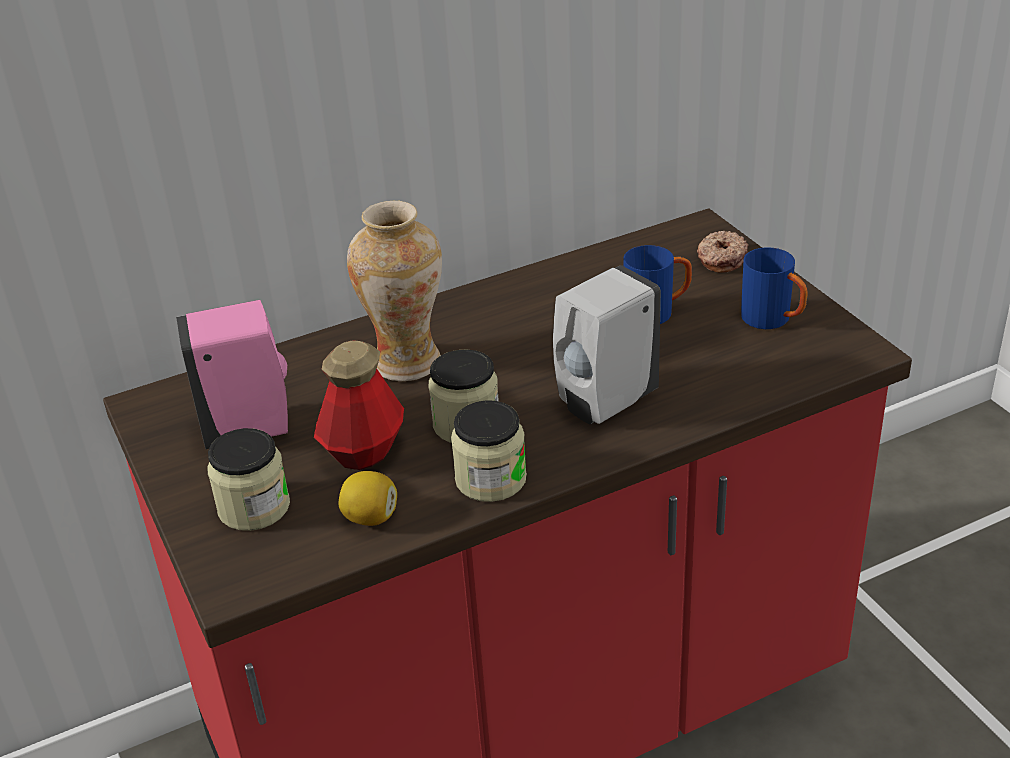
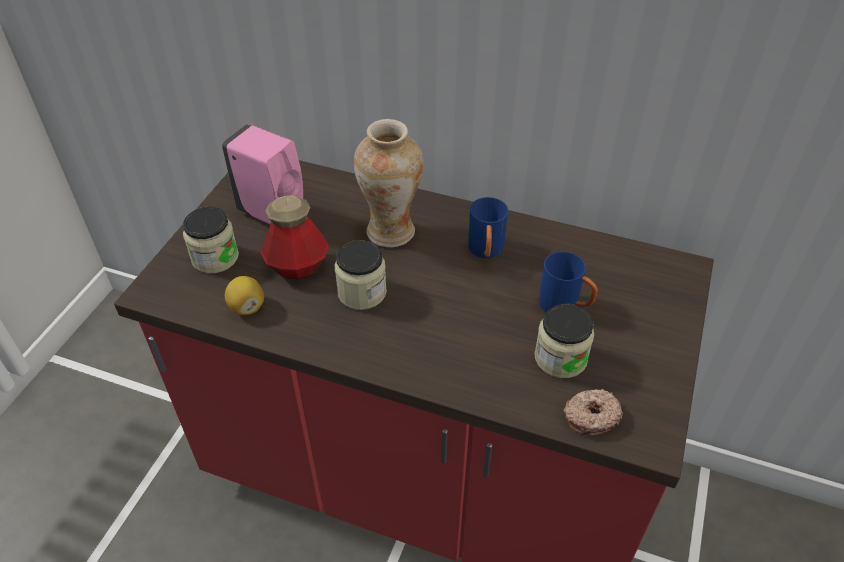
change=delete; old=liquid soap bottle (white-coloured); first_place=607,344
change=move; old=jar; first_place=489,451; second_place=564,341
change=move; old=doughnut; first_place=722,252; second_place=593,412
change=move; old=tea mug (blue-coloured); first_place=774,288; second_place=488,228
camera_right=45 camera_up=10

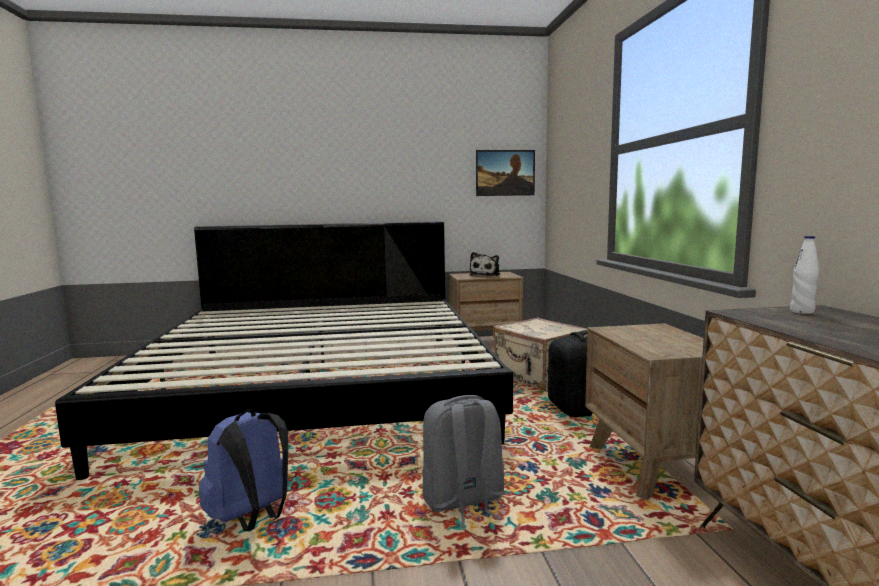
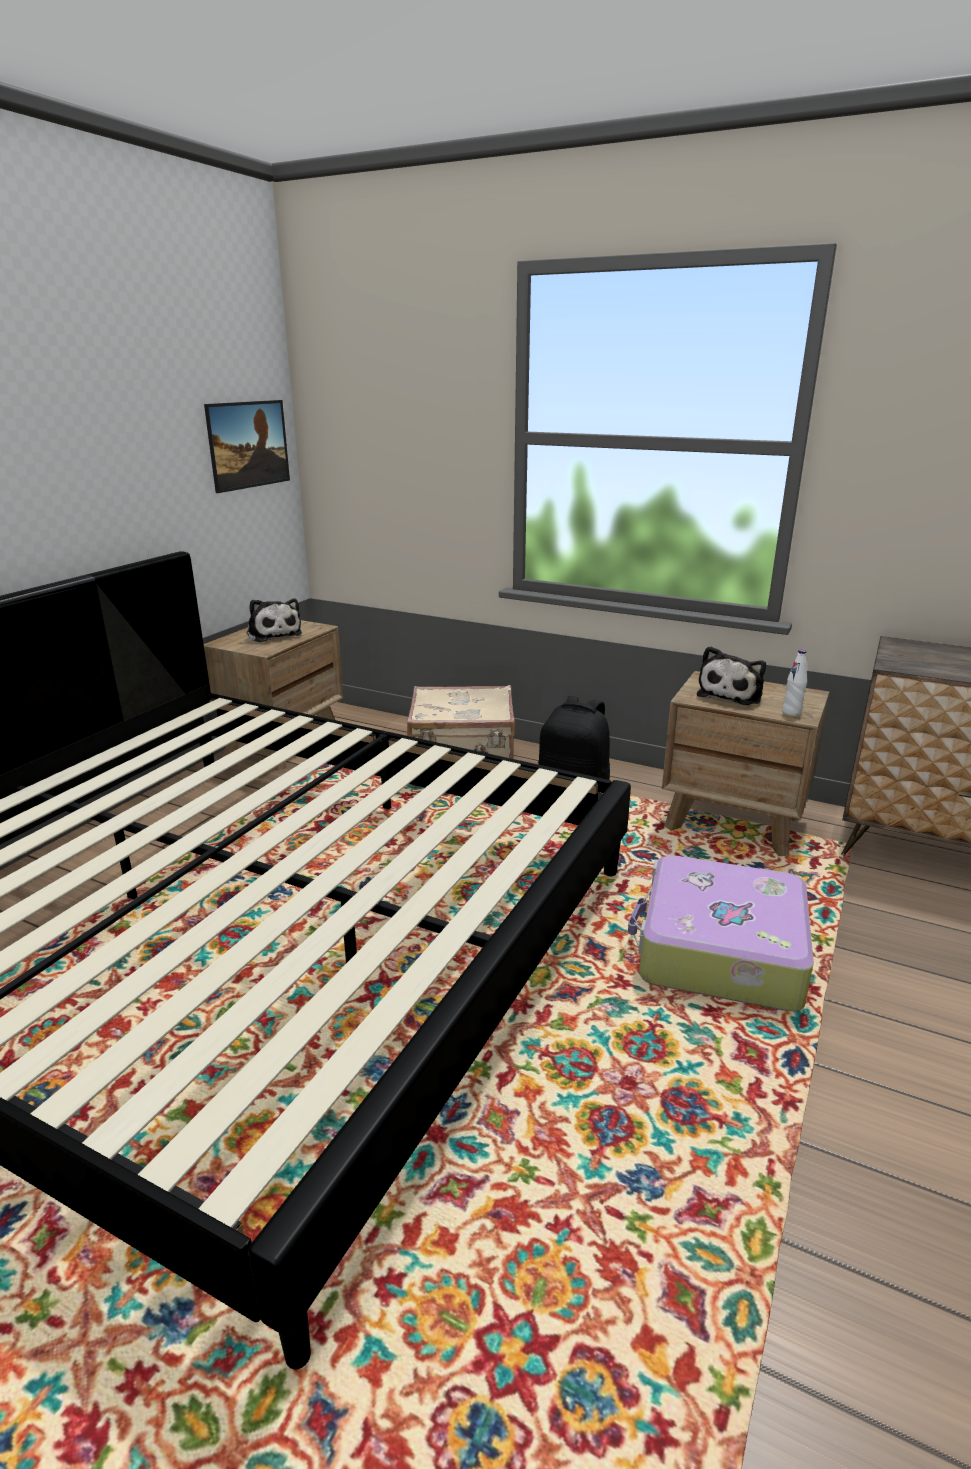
change=delete; old=rucksack (blue-coloured); first_place=244,470
change=insert; new=soft toy; second_place=731,675
change=move; old=beverage bottle (white-coloured); first_place=804,275; second_place=794,683
change=replace; old=rucksack (gray); new=suitcase; first_place=463,461; second_place=721,933
camera_right=-55 camera_up=15

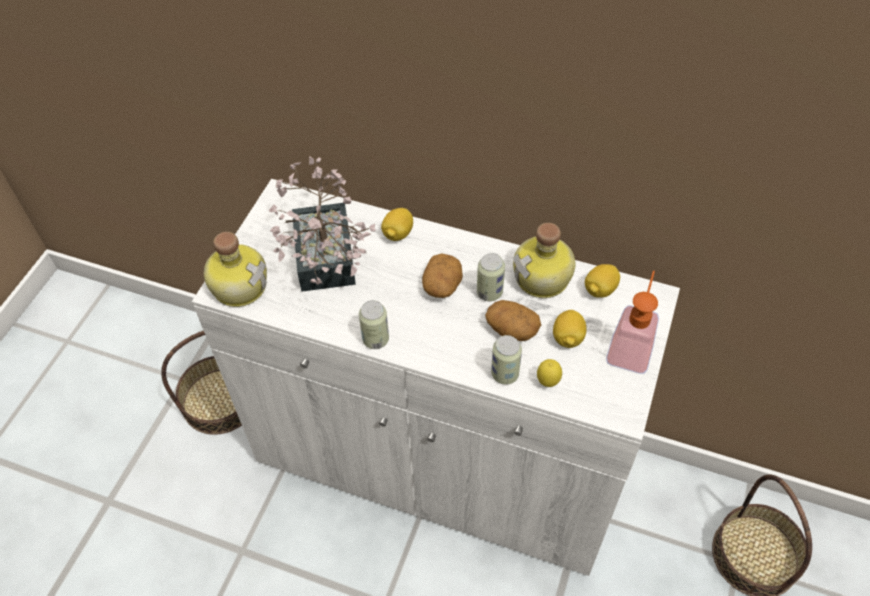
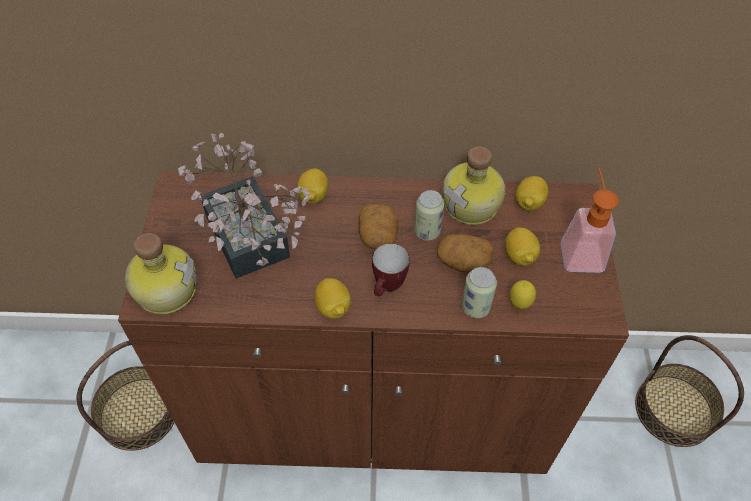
change=insert; new=tea mug; second_place=391,270
change=replace; old=can; new=citrus fruit; first_place=374,324; second_place=332,298
change=recolor; old=storage cabinet (white-coloured); new=storage cabinet (brownish); first_place=436,377; second_place=373,323
camera_right=-20 camera_up=0

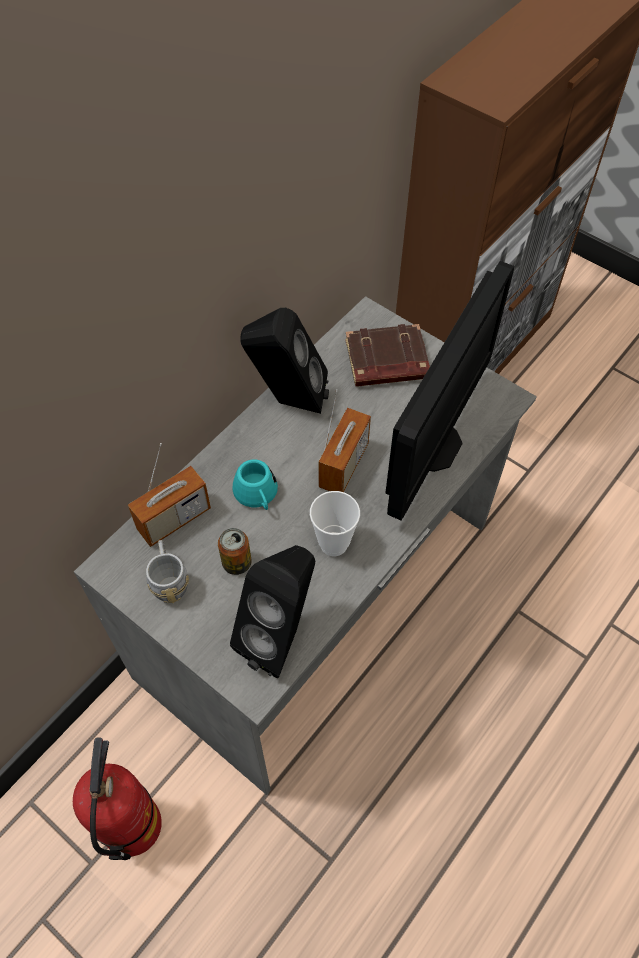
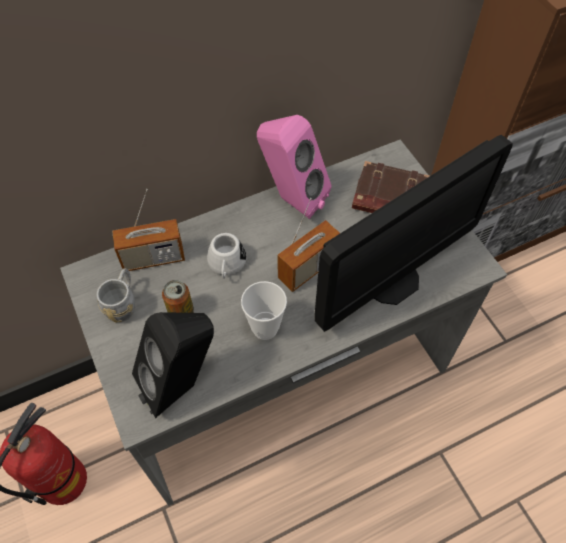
change=recolor; old=tea mug (turquoise); new=tea mug (white-coloured); first_place=255,484; second_place=227,256
change=recolor; old=speaker (black); new=speaker (pink); first_place=284,361; second_place=294,167
camera_right=25 camera_up=0

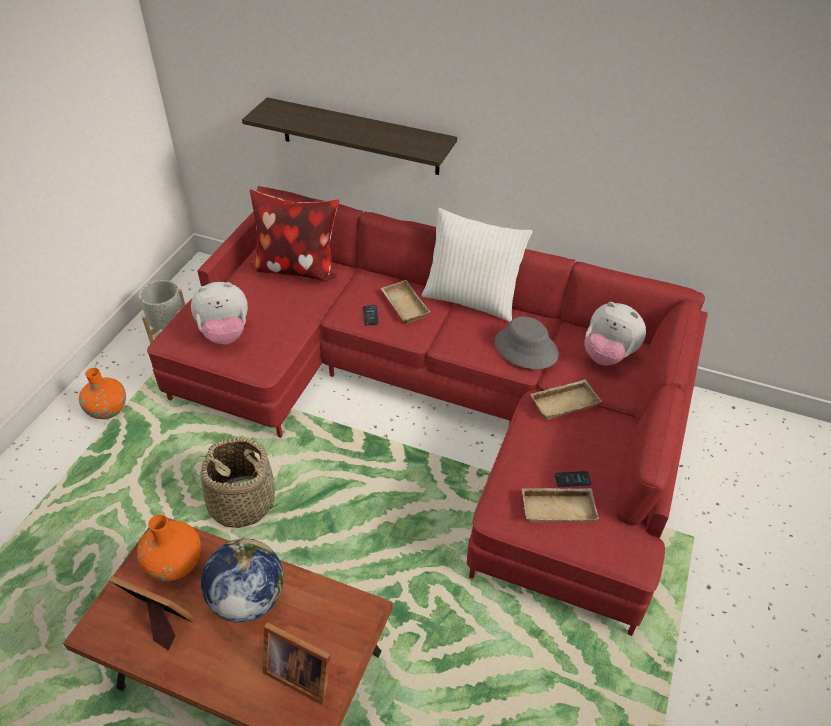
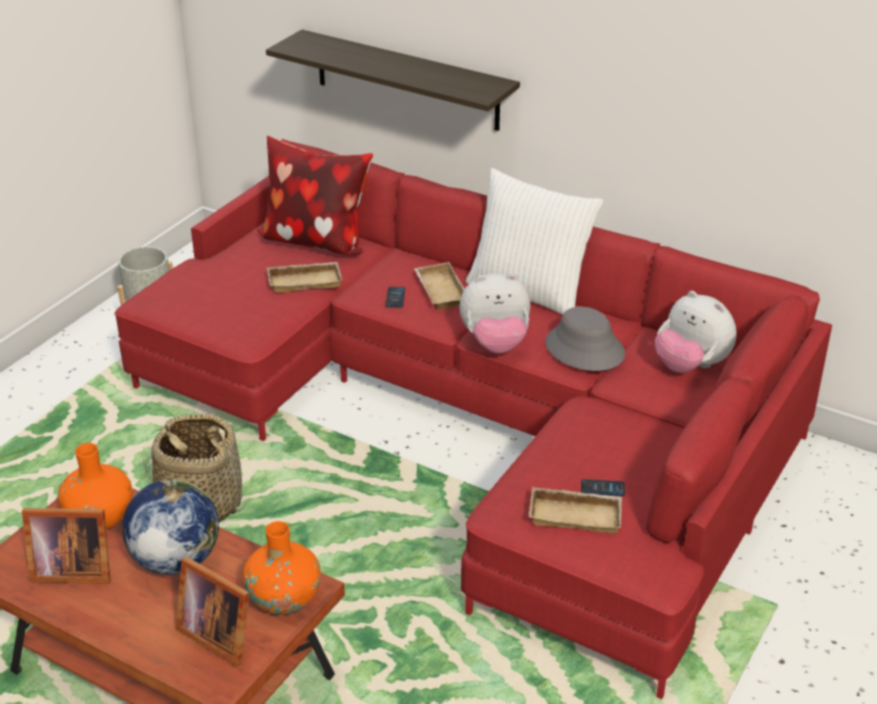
change=move; old=flower vase (orangey); first_place=102,393; second_place=282,568
change=move; old=soft toy; first_place=219,313; second_place=495,313
change=move; old=serving tray (beige); first_place=566,400; second_place=305,277
change=rotate; old=standing frame; first_place=152,612; second_place=66,546; degrees=150
camera_right=10 camera_up=-10

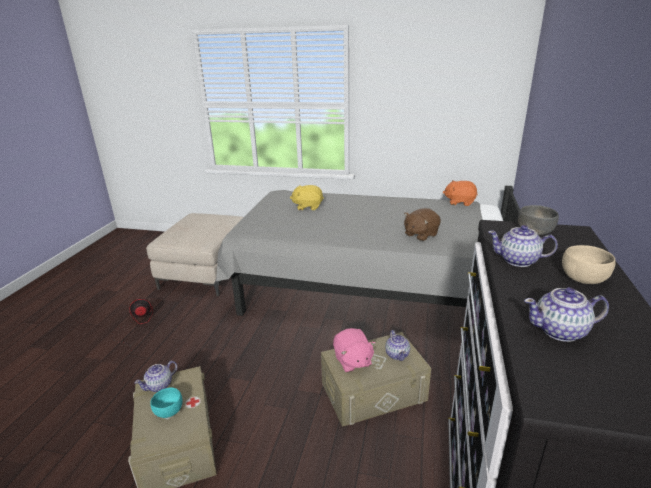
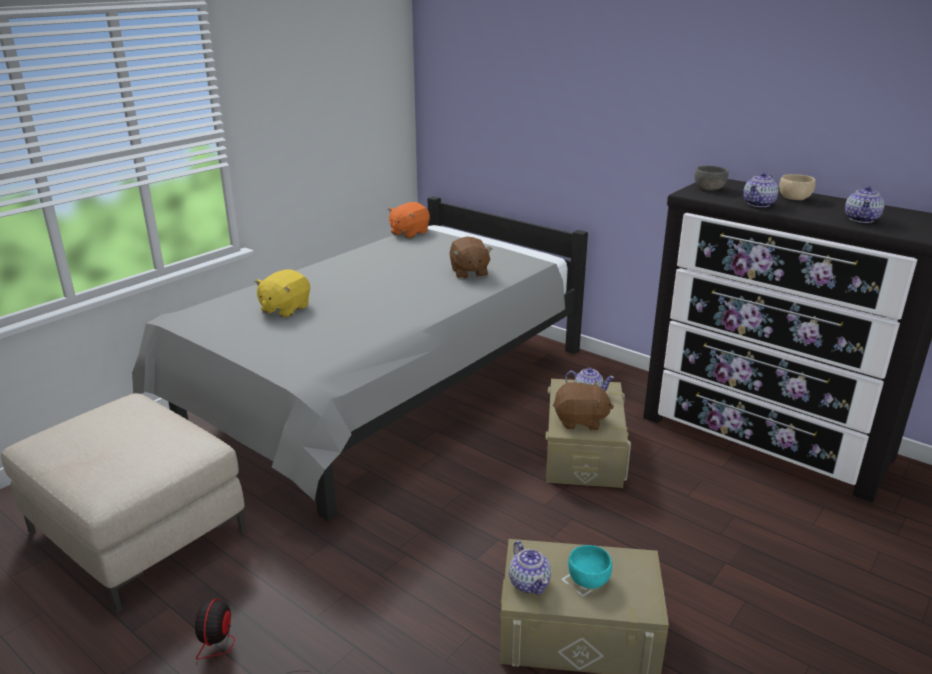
change=recolor; old=soft toy (pink); new=soft toy (brownish); first_place=354,350; second_place=583,405
camera_right=-65 camera_up=0

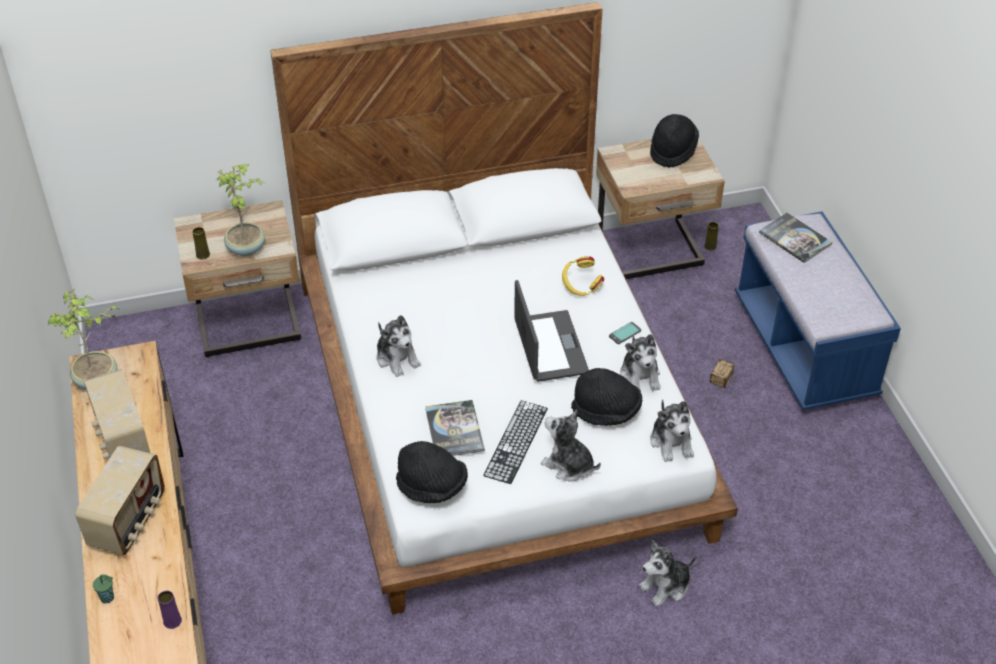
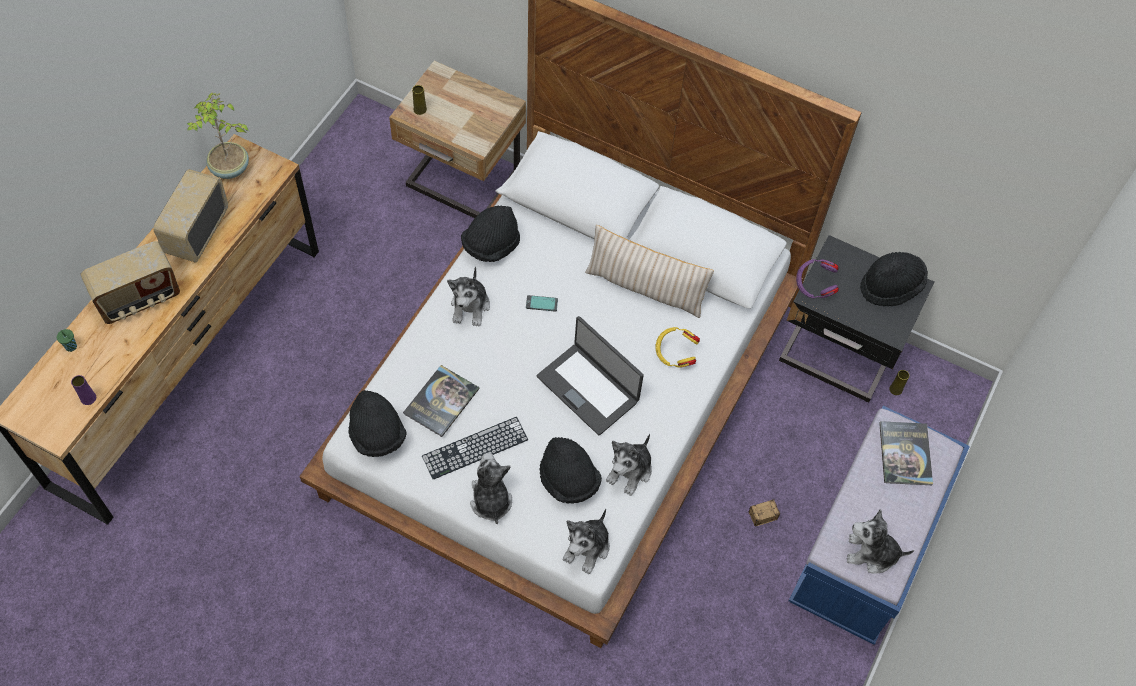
change=delete; old=houseplant; first_place=240,210
change=insert; new=clothing hat (black); second_place=490,234
change=insert; new=throw pillow (beige); second_place=649,271
change=insert; new=headset (purple-coloured); second_place=817,278
change=move; old=telephone; first_place=625,333; second_place=542,303
change=move; old=soft toy; first_place=667,573; second_place=880,541
change=recolor; old=nightstand (beige); new=nightstand (black); first_place=660,208; second_place=856,318
change=rotate; old=laptop; first_place=551,331; second_place=590,375; degrees=105
camera_right=40 camera_up=15

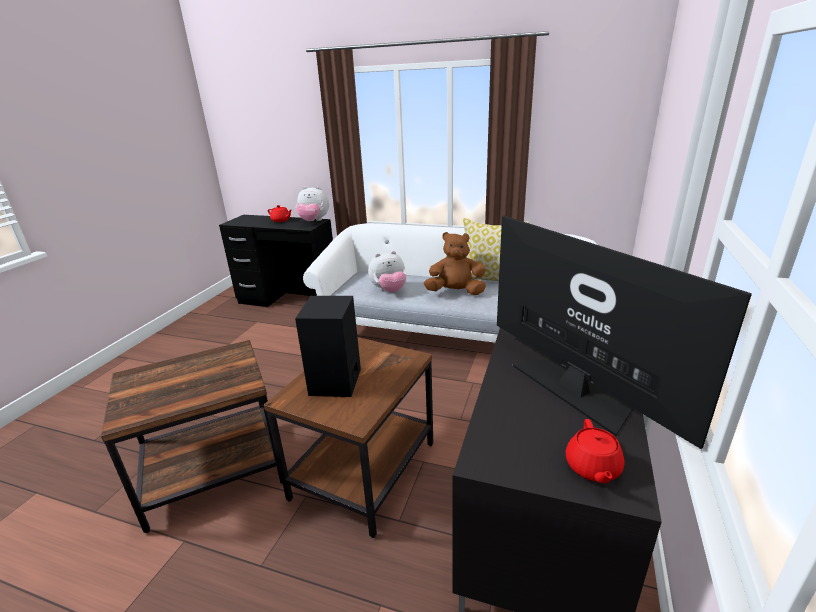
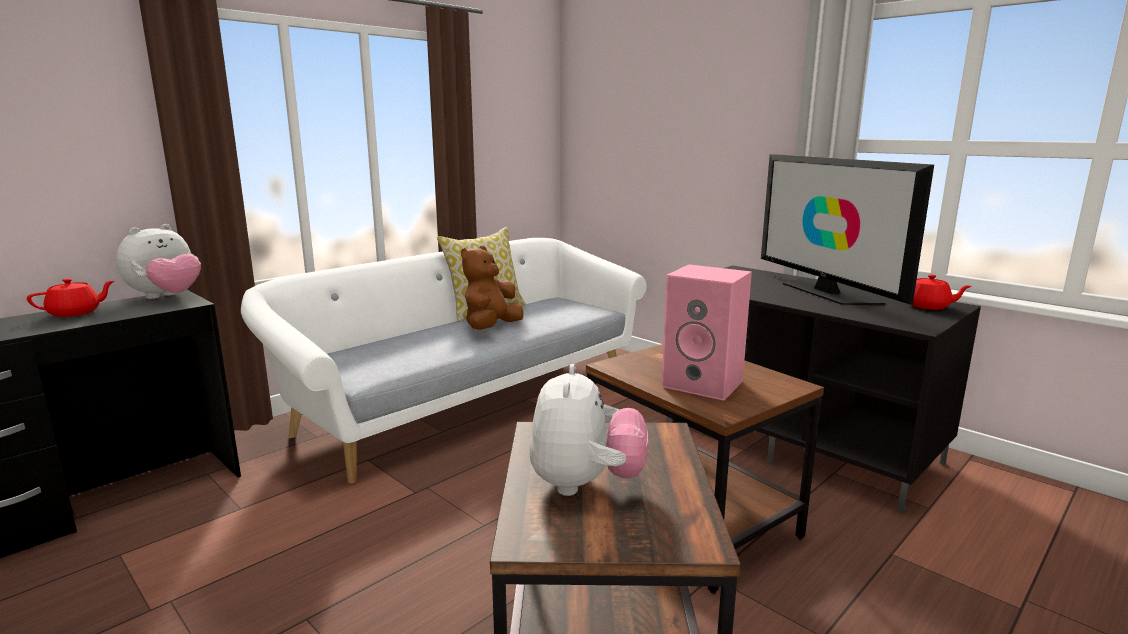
change=move; old=soft toy; first_place=387,272; second_place=588,430
change=recolor; old=speaker (black); new=speaker (pink); first_place=328,346; second_place=706,332
change=rotate; old=television; first_place=624,332; second_place=847,229; degrees=-105
camera_right=-65 camera_up=-10

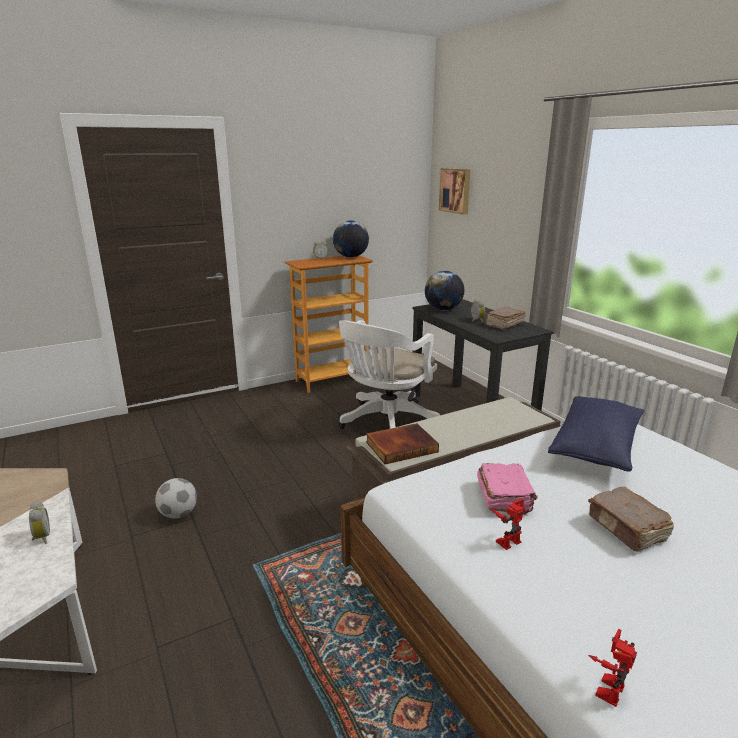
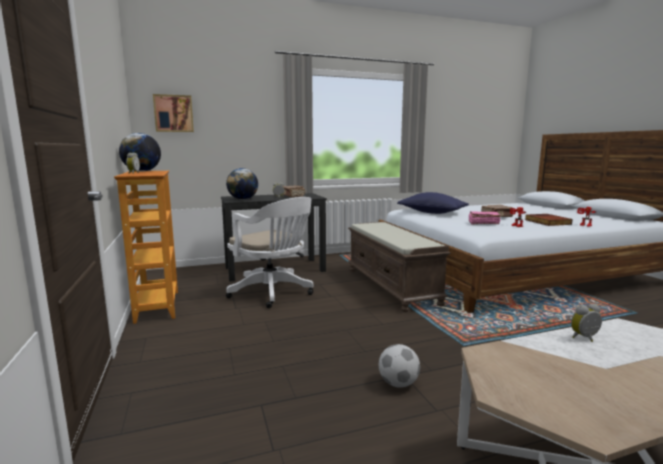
change=move; old=volume; first_place=402,443; second_place=549,220
camera_right=-80 camera_up=-10

